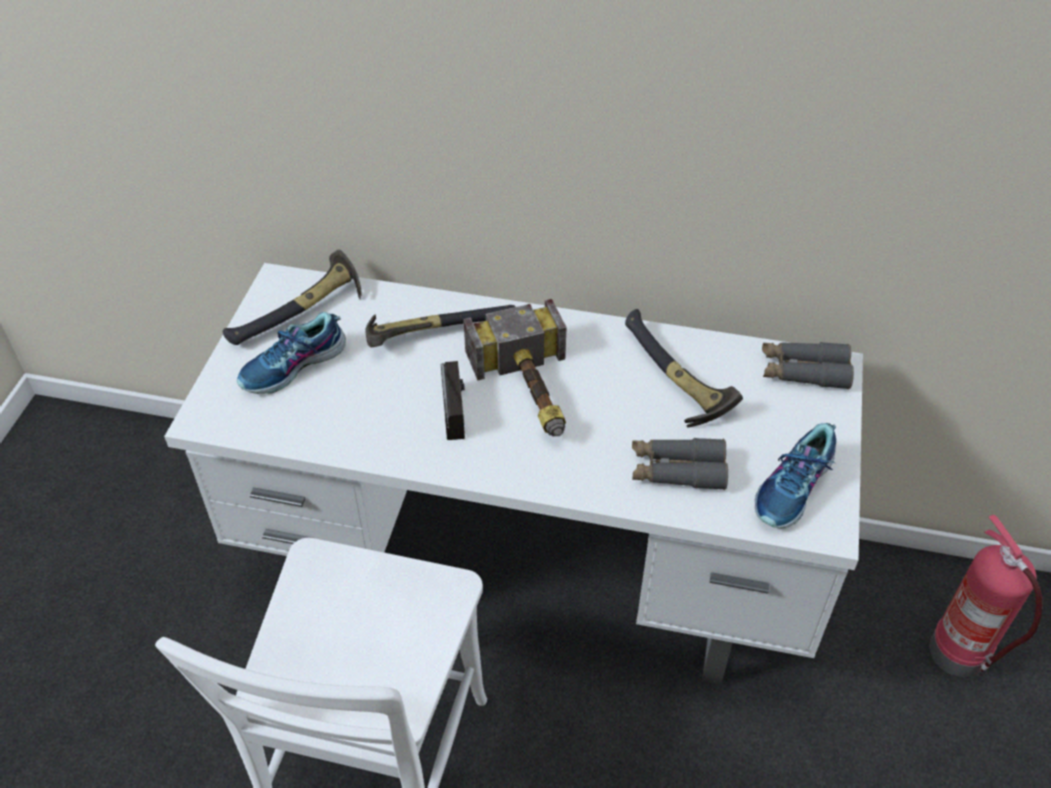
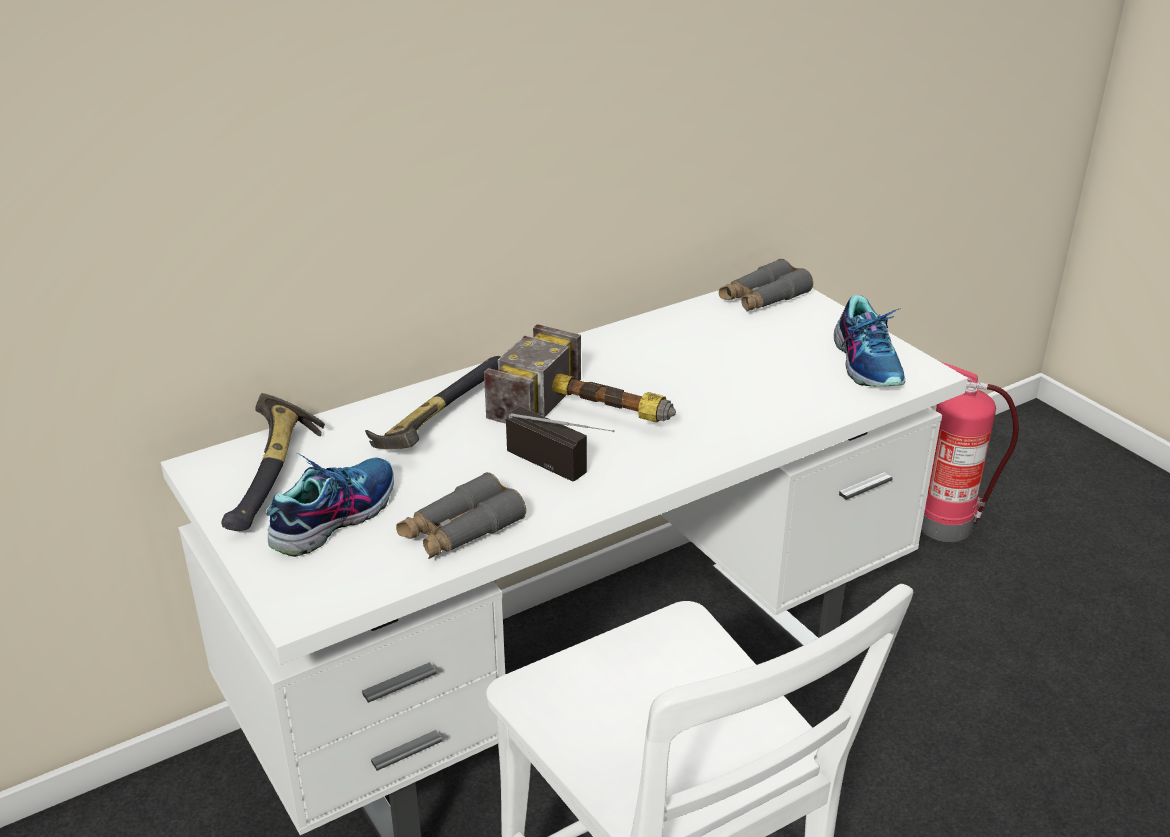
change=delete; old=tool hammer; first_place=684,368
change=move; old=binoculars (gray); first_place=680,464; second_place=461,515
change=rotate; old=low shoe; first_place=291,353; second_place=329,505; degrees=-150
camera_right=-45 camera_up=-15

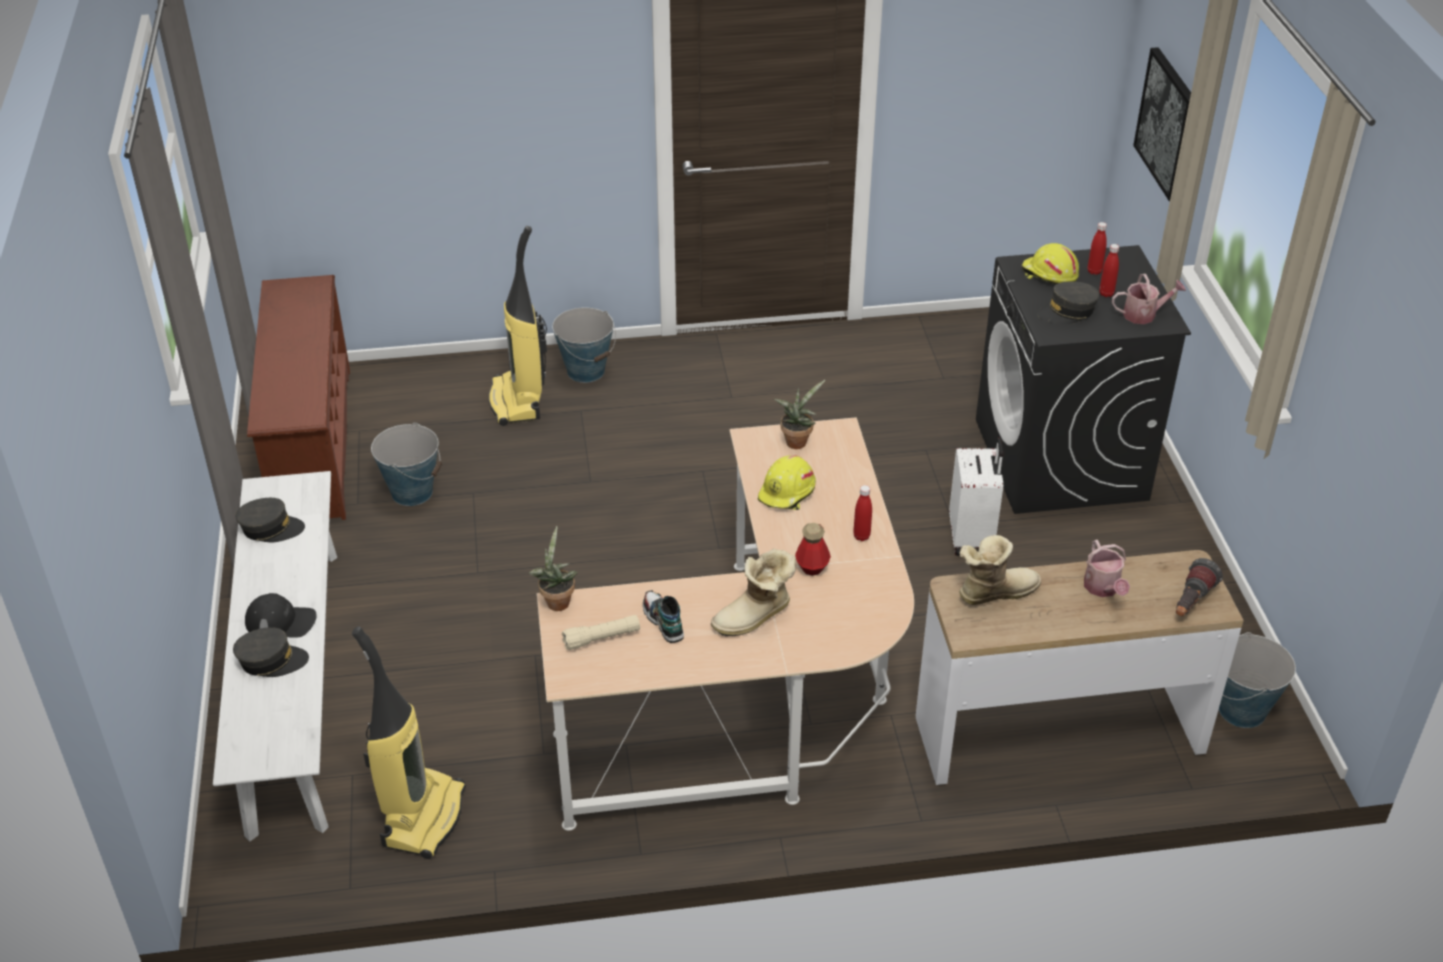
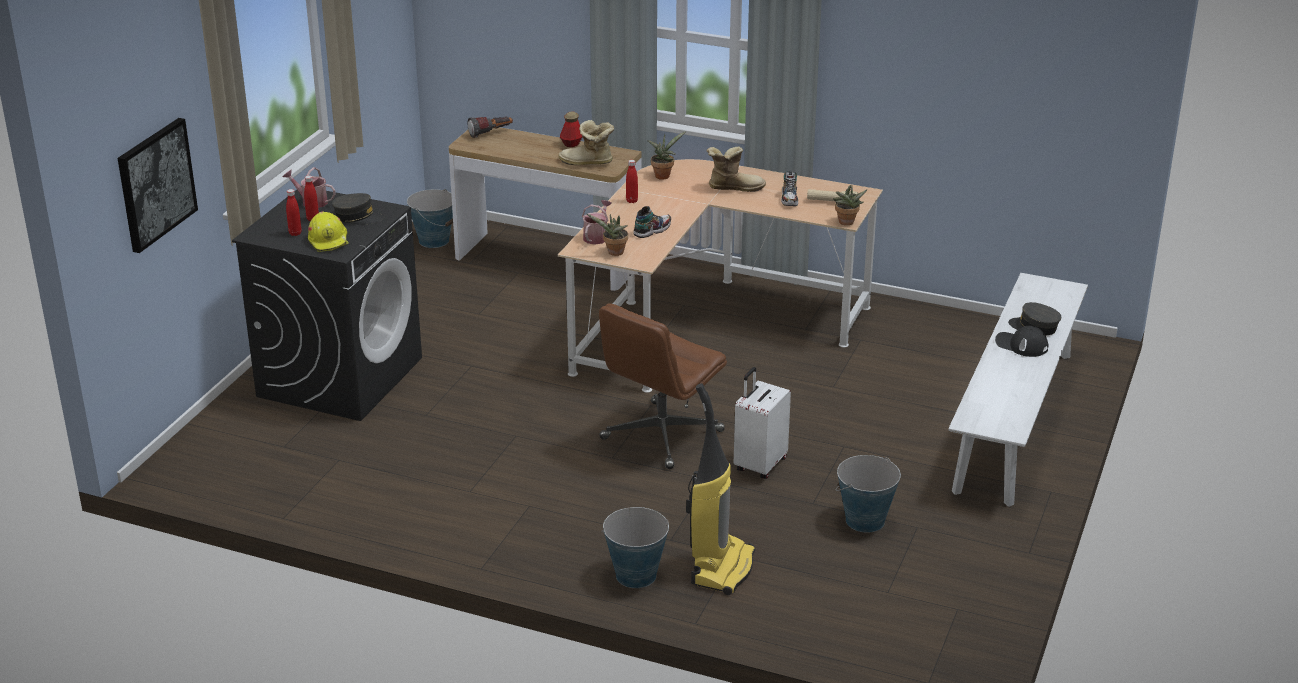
change=delete; old=peaked cap (gray); first_place=270,520
change=delete; old=shoe rack (brownish); first_place=298,397
change=delete; old=vacuum; first_place=409,742
change=insert; new=desk chair (brownish); second_place=663,386
change=insert; new=houseplant; second_place=666,155
change=move; old=beverage bottle; first_place=813,549; second_place=571,129
change=move; old=suitcase (white-coloured); first_place=976,497; second_place=762,423
change=move; old=sprinkling can; first_place=1107,568; second_place=597,222
change=replace; old=safety helmet (yellow); new=low shoe; first_place=787,482; second_place=652,222
camera_right=-150 camera_up=-10

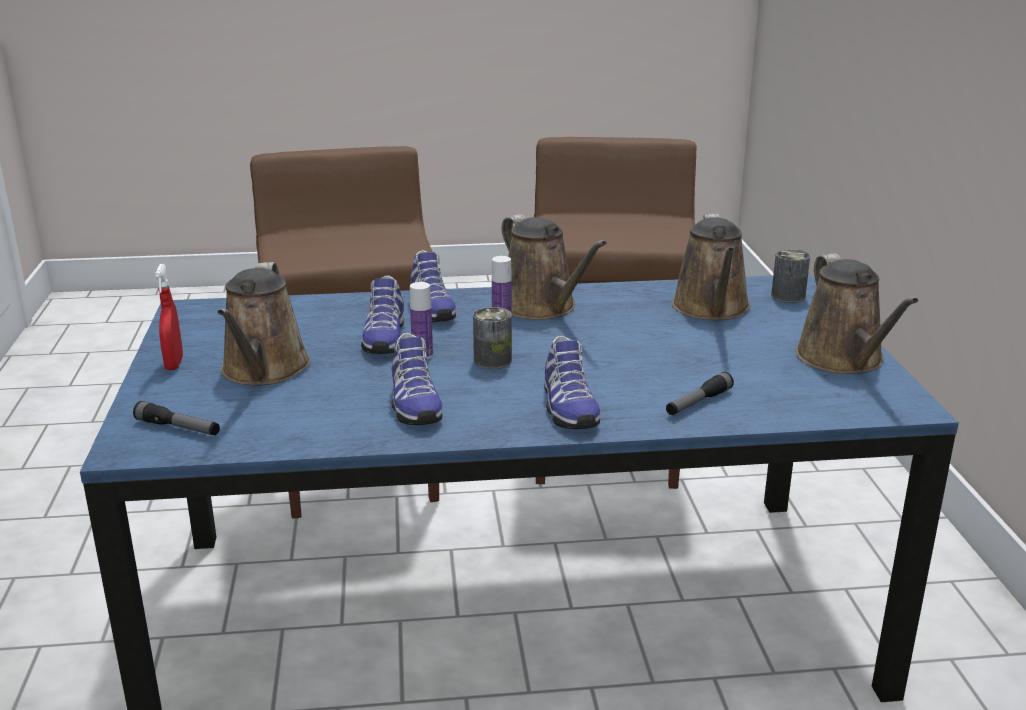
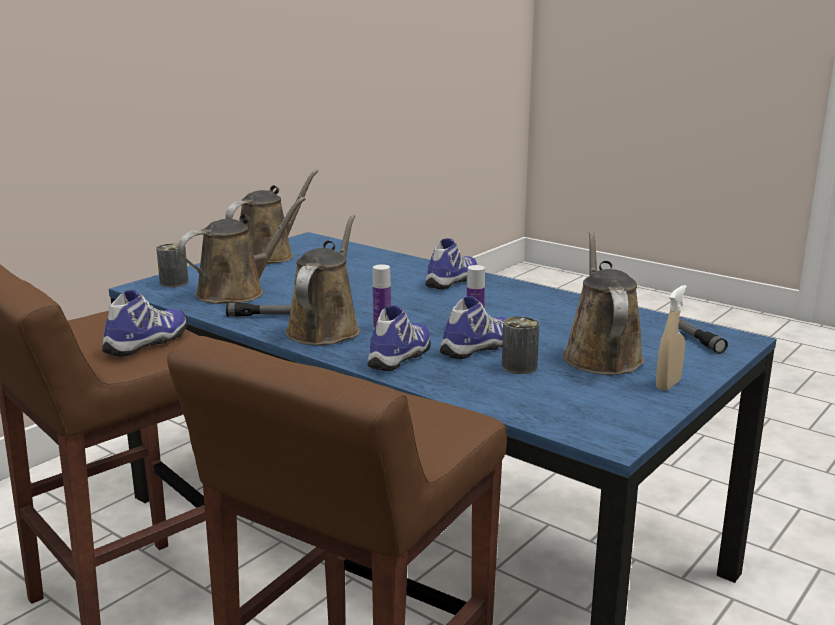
change=move; old=low shoe; first_place=417,379; second_place=144,323
change=move; old=can; first_place=492,338; second_place=520,345
change=move; old=torch; first_place=700,393; second_place=258,310
change=recolor; old=hand sprayer (reddish); new=hand sprayer (beige); first_place=169,317; second_place=671,338
change=rotate; old=sprinkling can (brownish); first_place=264,324; second_place=603,303; degrees=-45
camera_right=-135 camera_up=-5

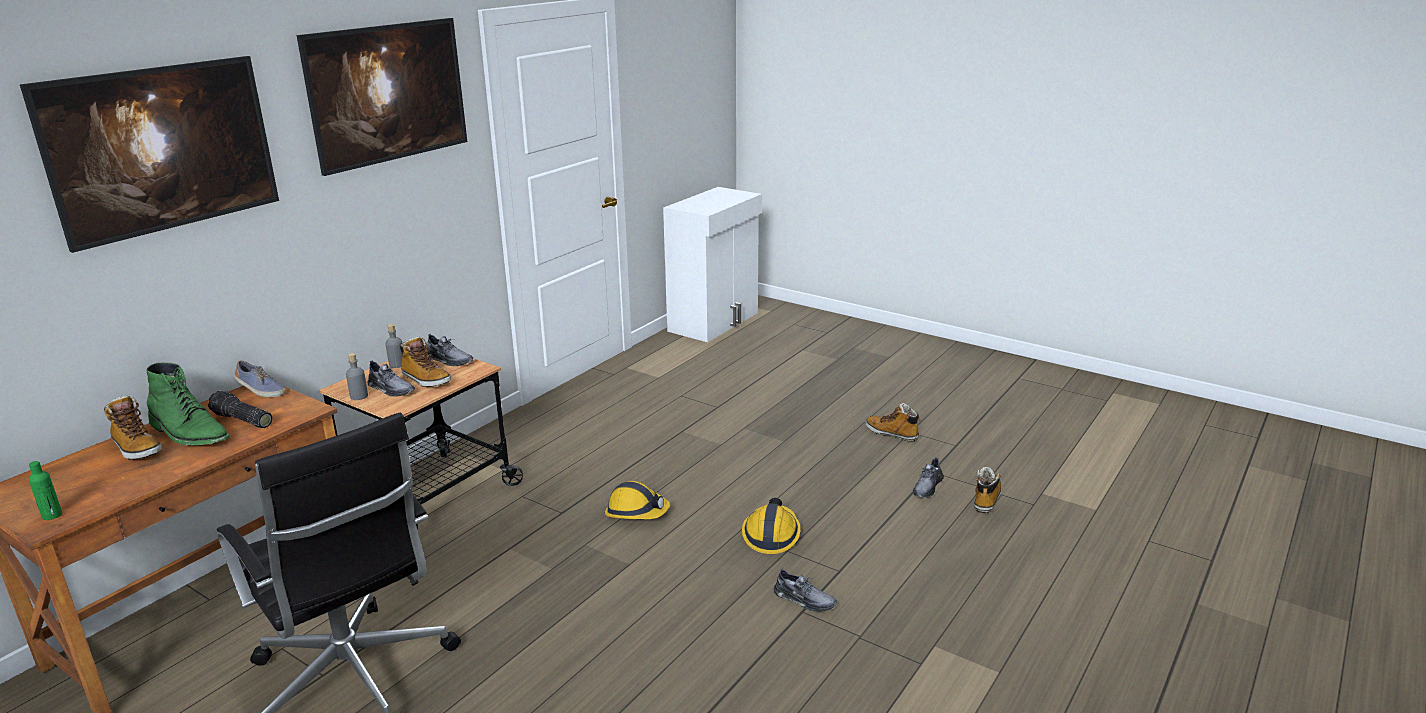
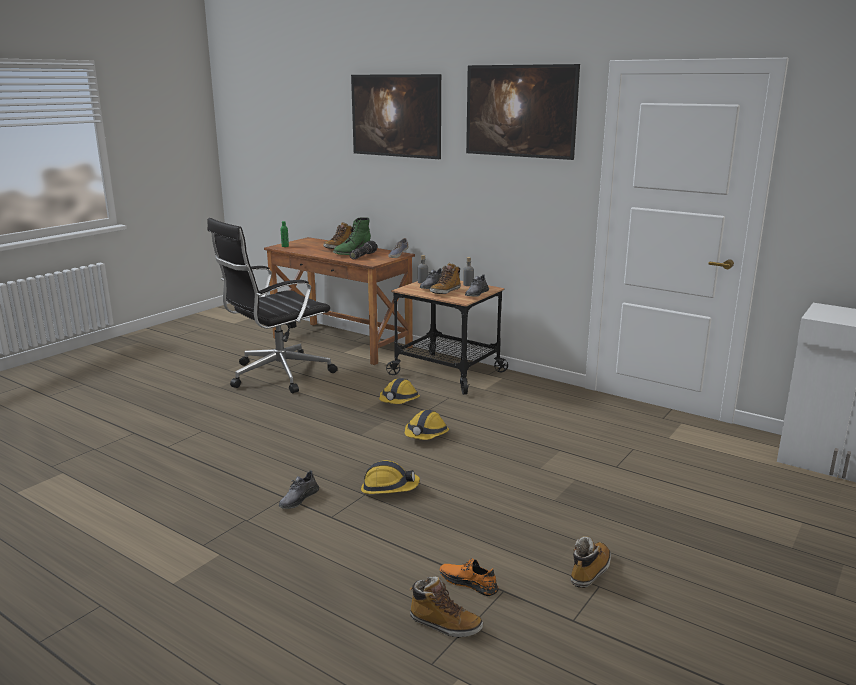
change=insert; new=safety helmet; second_place=399,391
change=recolor; old=low shoe (gray); new=low shoe (orangey); first_place=928,477; second_place=469,577
camera_right=90 camera_up=-5

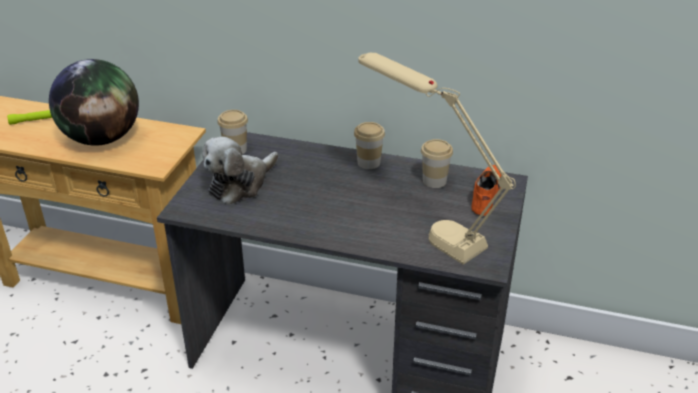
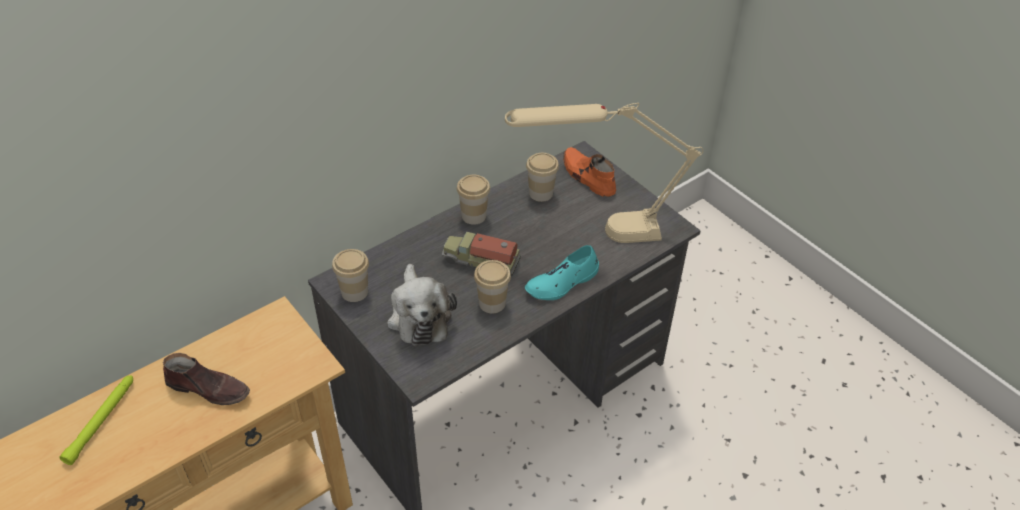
change=insert; new=toy lorry; second_place=481,254
change=insert; new=cup; second_place=492,286
change=insert; new=low shoe (turquoise); second_place=562,272
change=replace; old=desk globe; new=low shoe (brownish); first_place=94,102; second_place=206,379
camera_right=-55 camera_up=10

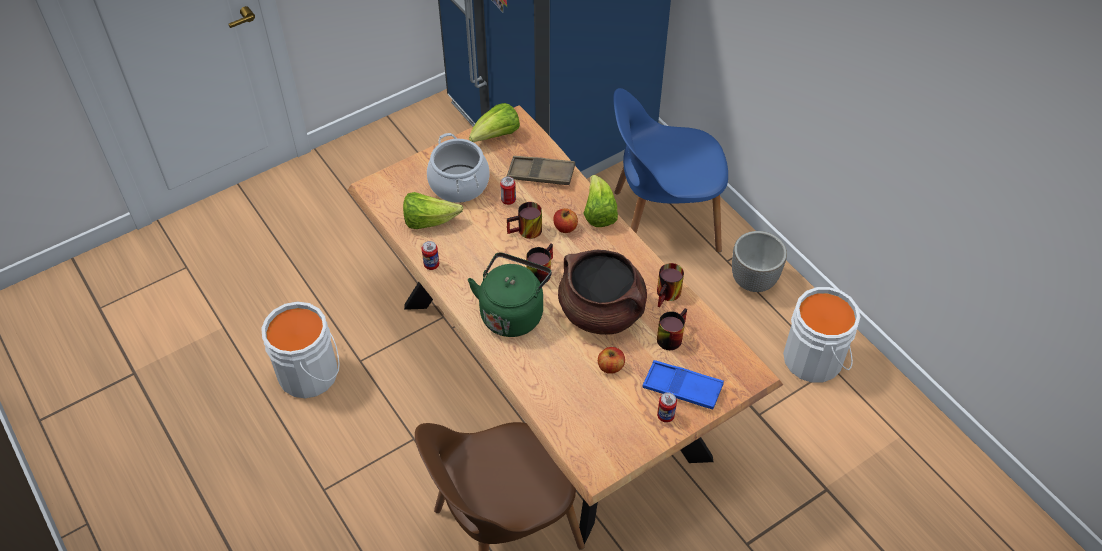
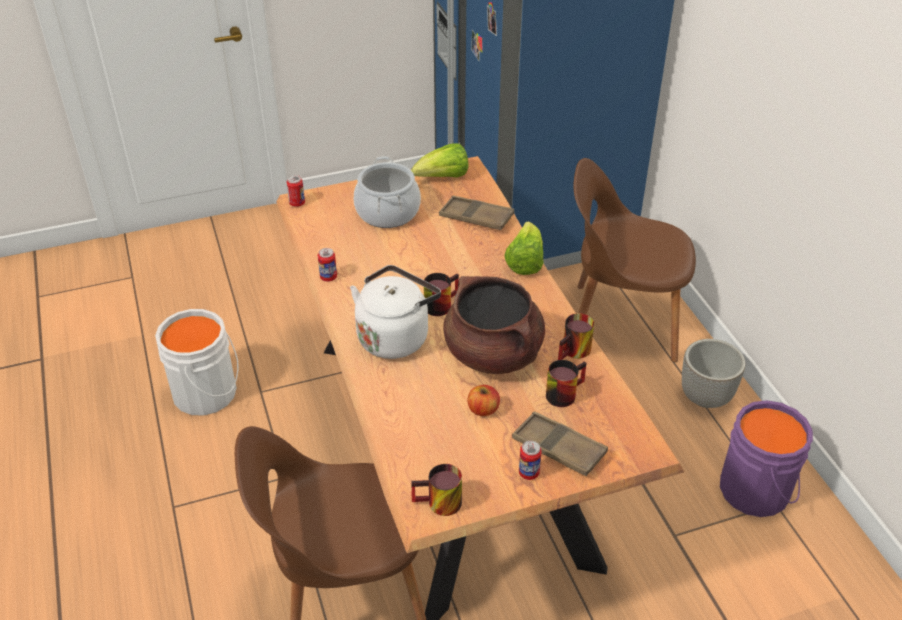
change=delete; old=lettuce; first_place=433,210
change=delete; old=apple fruit; first_place=565,220
change=move; old=can; first_place=508,190; second_place=296,191
change=move; old=tea mug; first_place=524,220; second_place=436,490
change=recolor; old=tea kettle (green); new=tea kettle (white-coloured); first_place=510,294; second_place=395,312
change=recolor; old=upright chair (blue-coloured); new=upright chair (brownish); first_place=670,170; second_place=634,260
change=recolor; old=serving tray (blue-coloured); new=serving tray (brownish); first_place=683,385; second_place=560,443
change=recolor; old=water bucket (white-coloured); new=water bucket (purple-coloured); first_place=822,335; second_place=766,458
camera_right=15 camera_up=-10

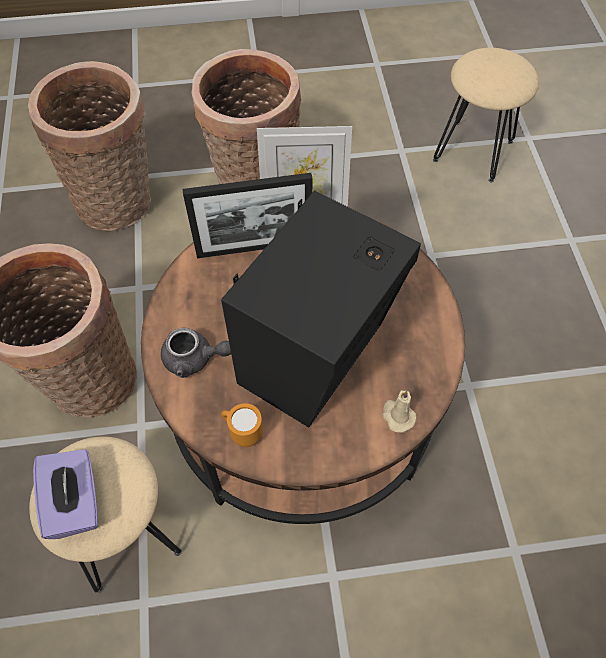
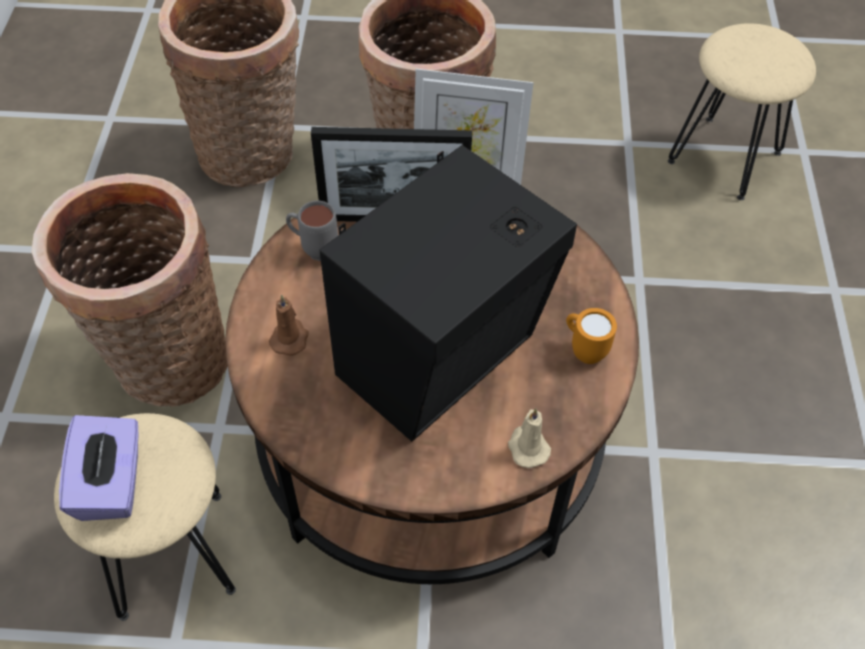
change=insert; new=tea mug (gray); second_place=312,231
change=move; old=tea mug (orangey); first_place=242,425; second_place=591,336
change=replace; old=teapot (gray); new=wax candle (brownish); first_place=196,353; second_place=289,325
camera_right=10 camera_up=-5

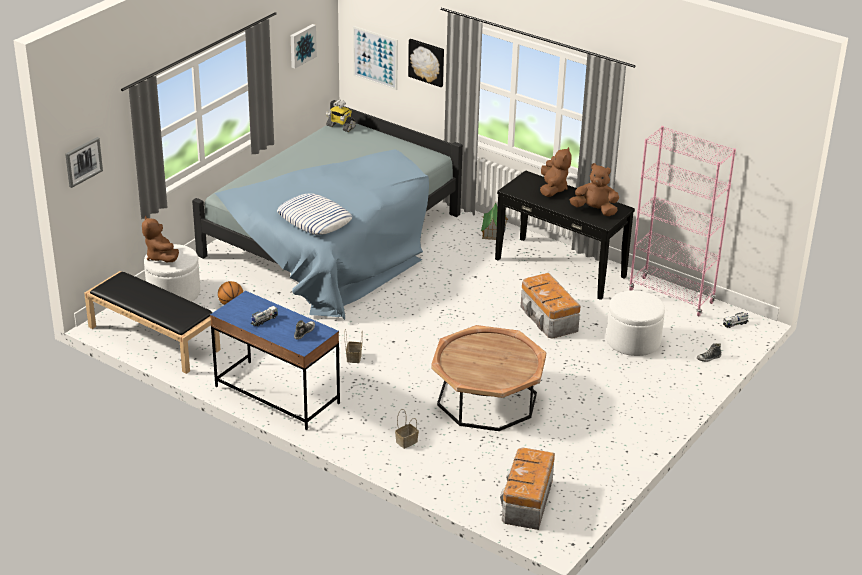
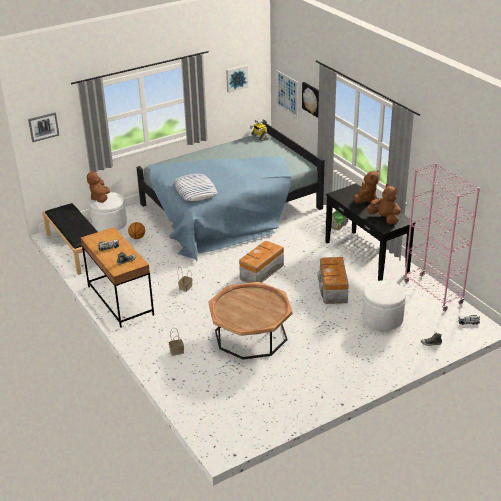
change=move; old=storage container; first_place=527,488; second_place=261,262
change=recolor; old=desk unit (blue-coloured); new=desk unit (brownish); first_place=275,360; second_place=117,277
camera_right=25 camera_up=0

